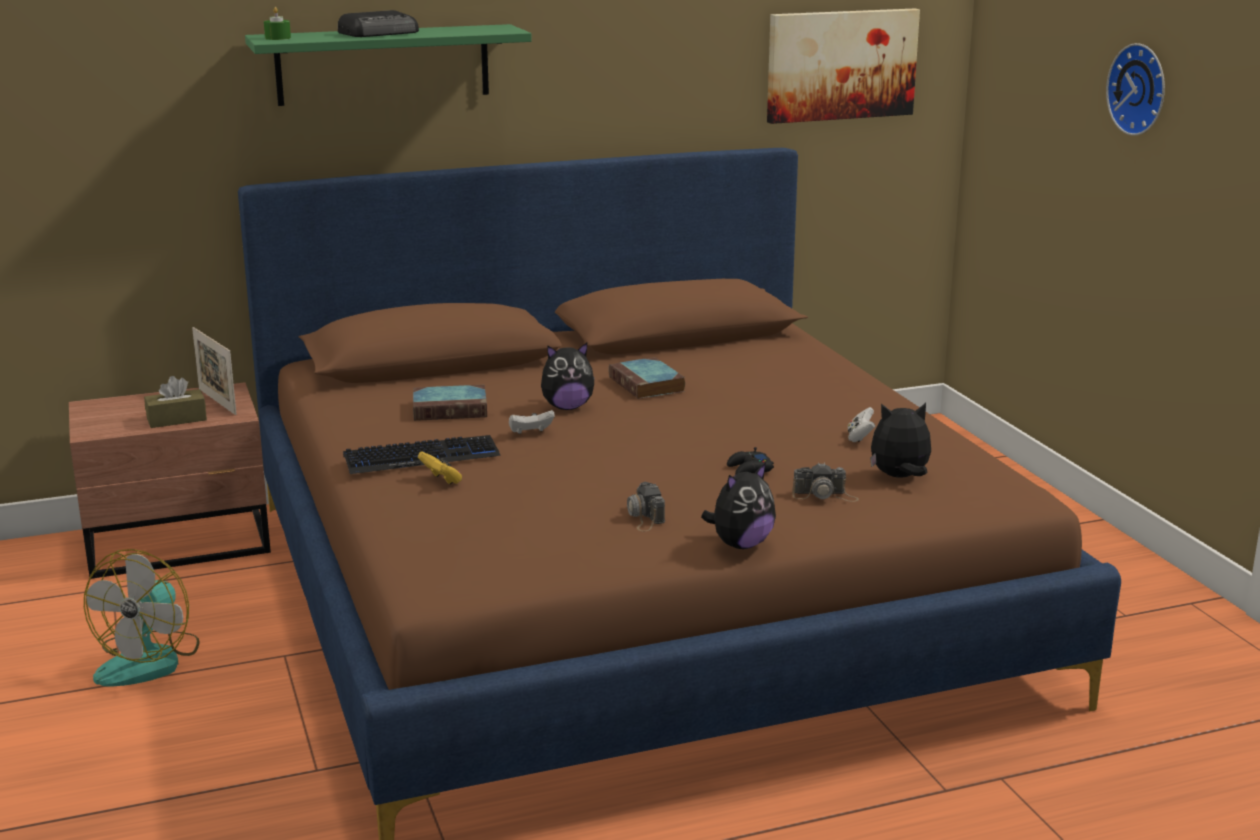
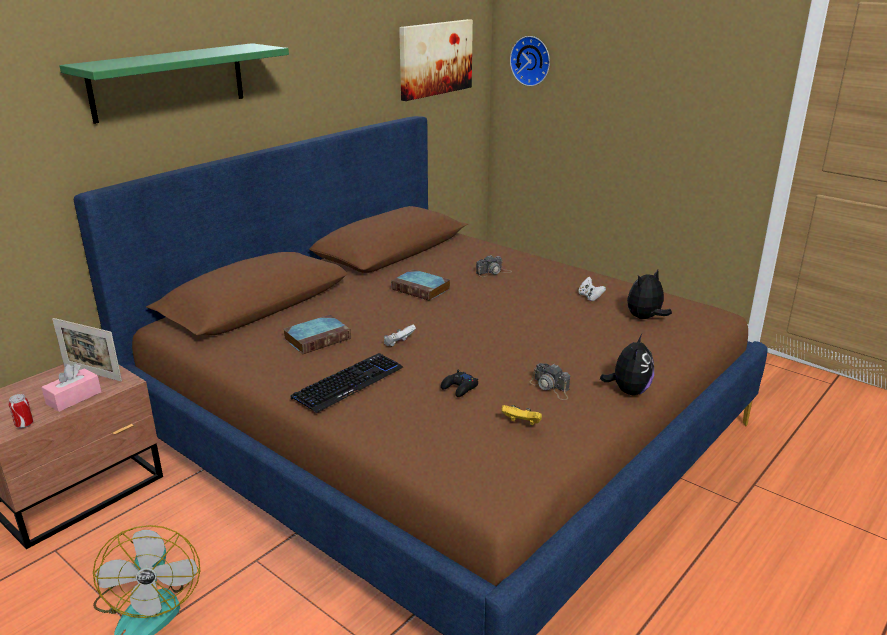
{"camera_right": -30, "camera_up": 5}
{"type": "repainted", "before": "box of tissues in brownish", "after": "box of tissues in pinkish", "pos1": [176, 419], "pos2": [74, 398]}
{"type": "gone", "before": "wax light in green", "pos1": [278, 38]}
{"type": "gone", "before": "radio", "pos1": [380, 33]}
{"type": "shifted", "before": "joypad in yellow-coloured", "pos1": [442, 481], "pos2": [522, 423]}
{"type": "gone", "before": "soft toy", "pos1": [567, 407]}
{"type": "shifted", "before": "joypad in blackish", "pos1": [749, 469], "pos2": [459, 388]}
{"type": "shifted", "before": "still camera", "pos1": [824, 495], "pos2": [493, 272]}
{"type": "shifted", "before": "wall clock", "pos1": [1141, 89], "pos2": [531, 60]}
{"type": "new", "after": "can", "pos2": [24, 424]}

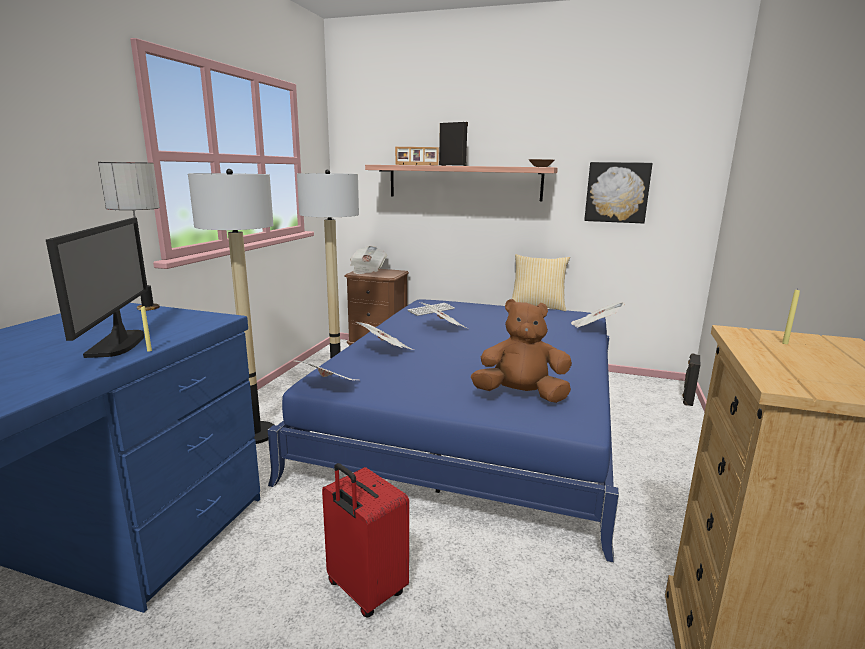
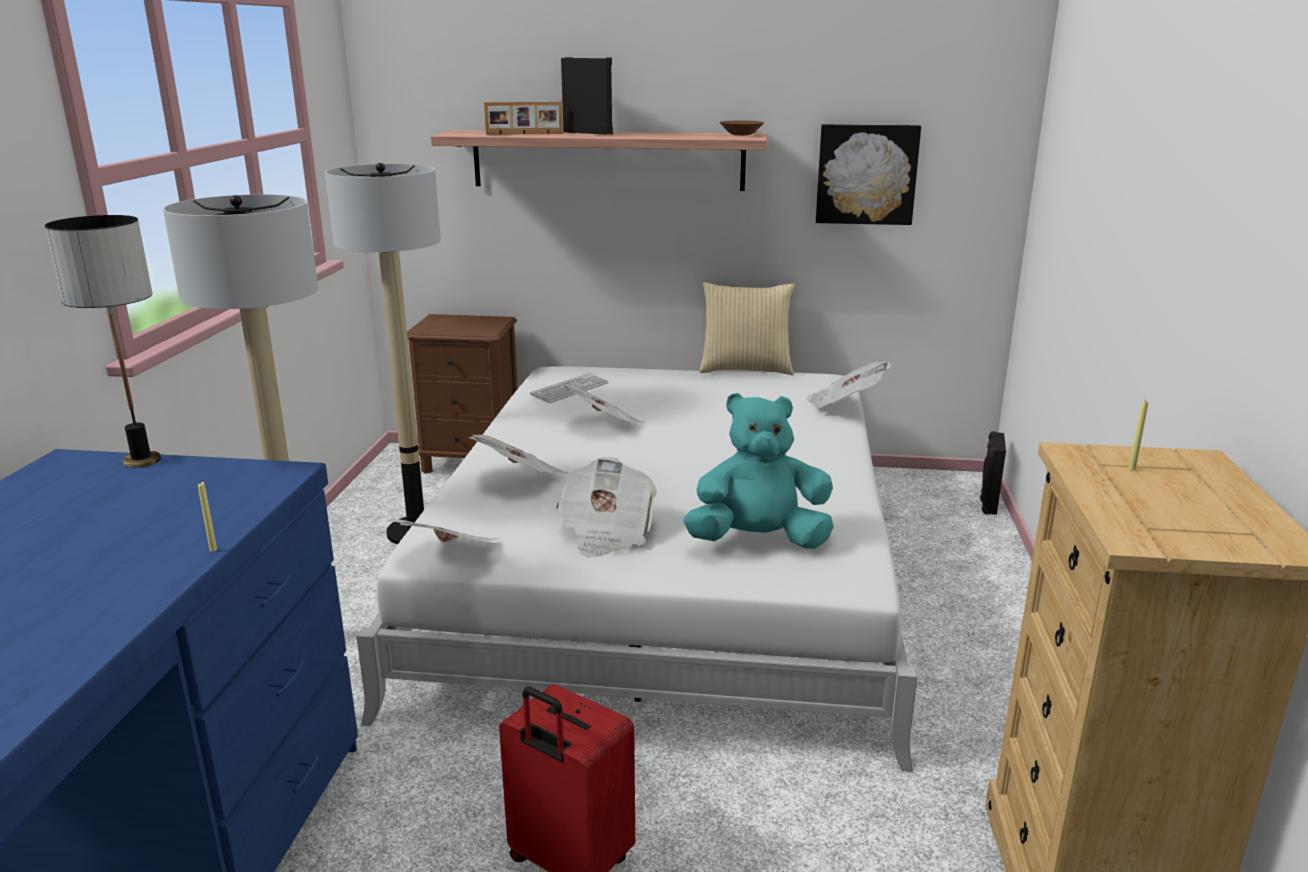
{"camera_right": -10, "camera_up": 5}
{"type": "gone", "before": "computer display", "pos1": [119, 344]}
{"type": "repainted", "before": "sleeping bed in blue-coloured", "after": "sleeping bed in whitish", "pos1": [475, 416], "pos2": [668, 567]}
{"type": "shifted", "before": "newspaper", "pos1": [367, 270], "pos2": [606, 533]}
{"type": "repainted", "before": "soft toy in brownish", "after": "soft toy in turquoise", "pos1": [521, 395], "pos2": [758, 540]}

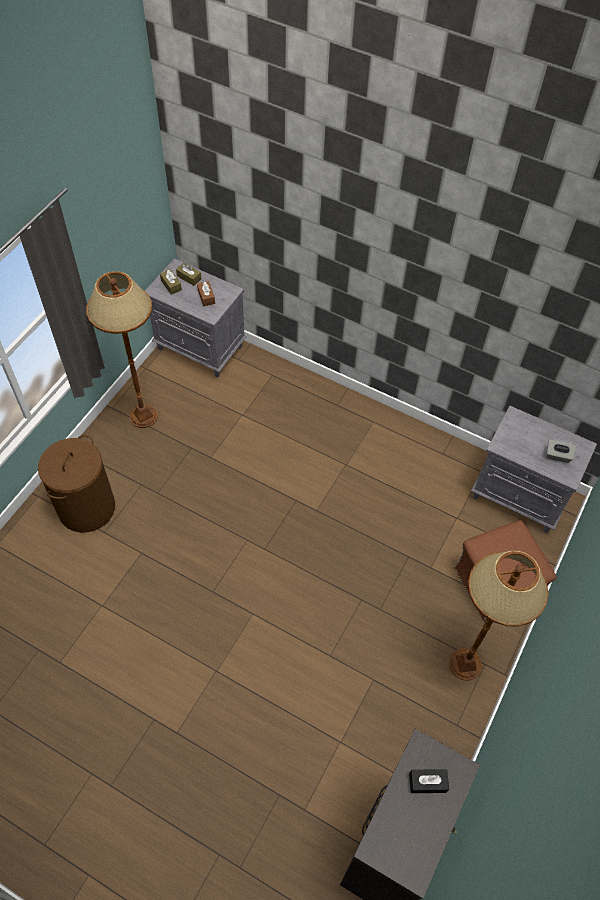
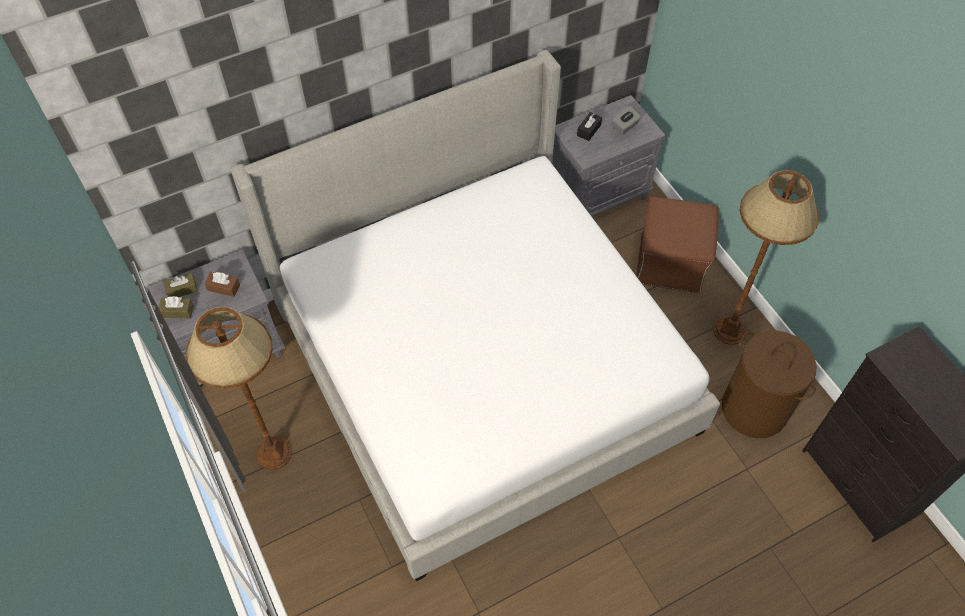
{"camera_right": -55, "camera_up": 0}
{"type": "shifted", "before": "washing basket in brownish", "pos1": [86, 507], "pos2": [753, 409]}
{"type": "shifted", "before": "box of tissues in blackish", "pos1": [427, 783], "pos2": [589, 130]}
{"type": "new", "after": "sleeping bed", "pos2": [482, 365]}

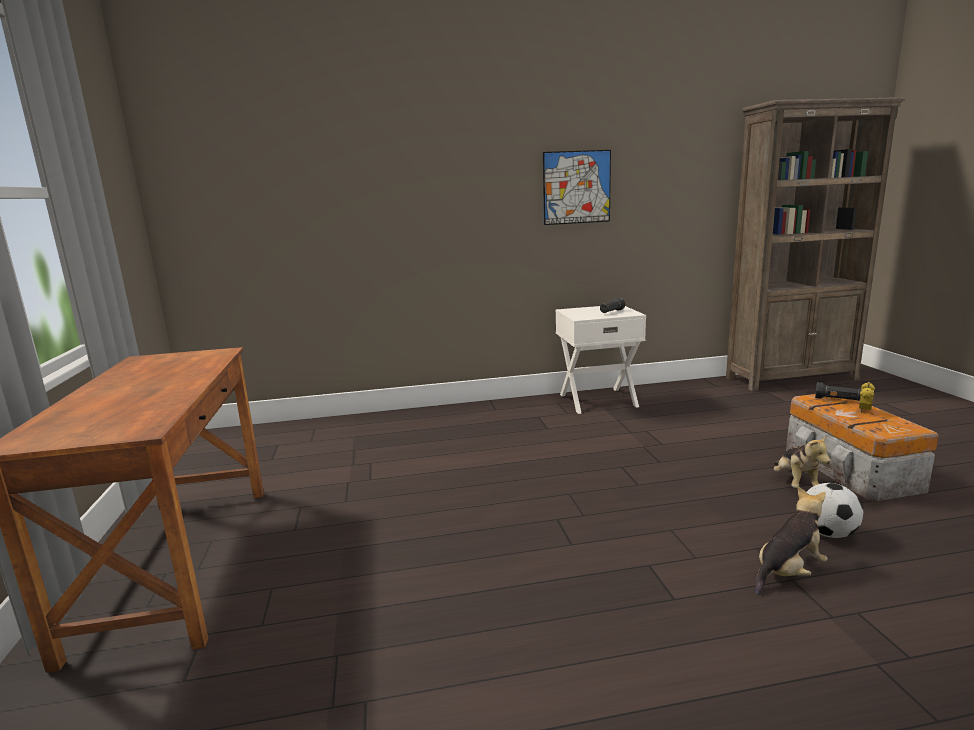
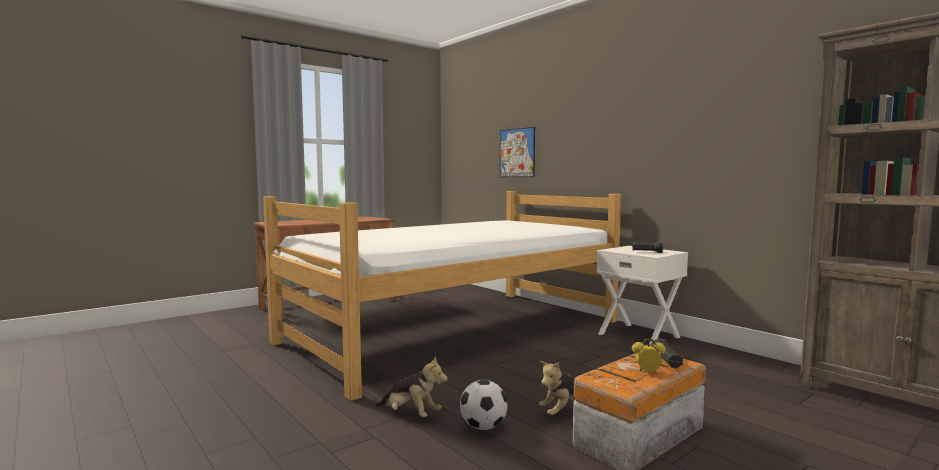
{"camera_right": 60, "camera_up": -10}
{"type": "shifted", "before": "wall picture", "pos1": [576, 187], "pos2": [517, 153]}
{"type": "new", "after": "sleeping bed", "pos2": [456, 331]}

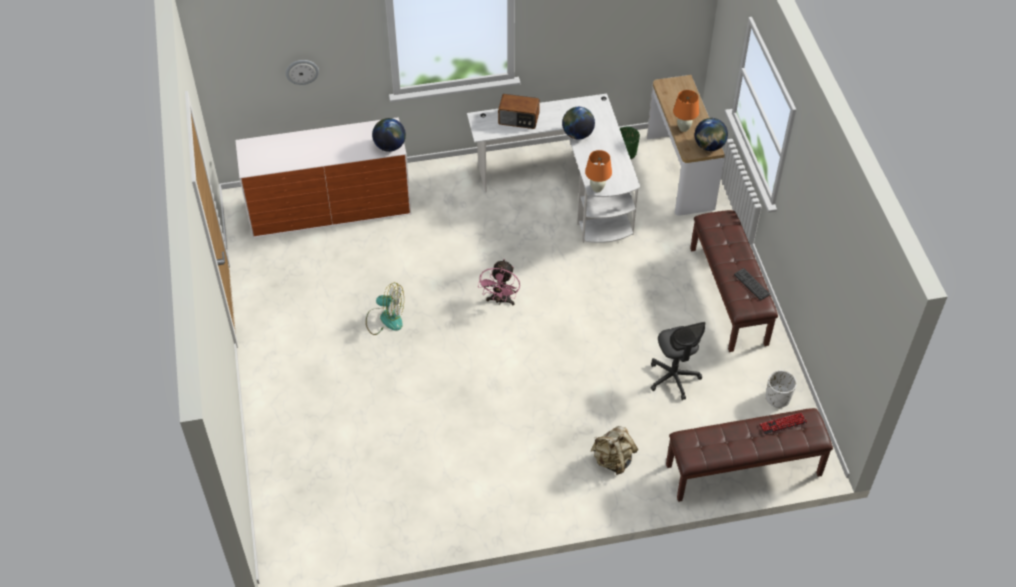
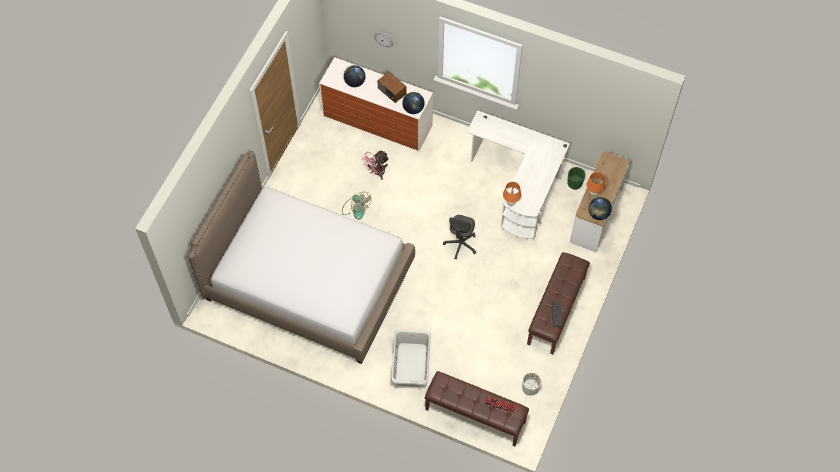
{"camera_right": 35, "camera_up": 10}
{"type": "shifted", "before": "cooling fan in pinkish", "pos1": [500, 300], "pos2": [377, 173]}
{"type": "shifted", "before": "radio", "pos1": [518, 119], "pos2": [391, 92]}
{"type": "shifted", "before": "desk globe", "pos1": [577, 134], "pos2": [355, 82]}
{"type": "swapped", "before": "knapsack in beige-coloured", "after": "washing basket in gray", "pos1": [613, 460], "pos2": [410, 365]}
{"type": "shifted", "before": "office chair in gray", "pos1": [673, 378], "pos2": [460, 245]}
{"type": "new", "after": "sleeping bed", "pos2": [309, 280]}

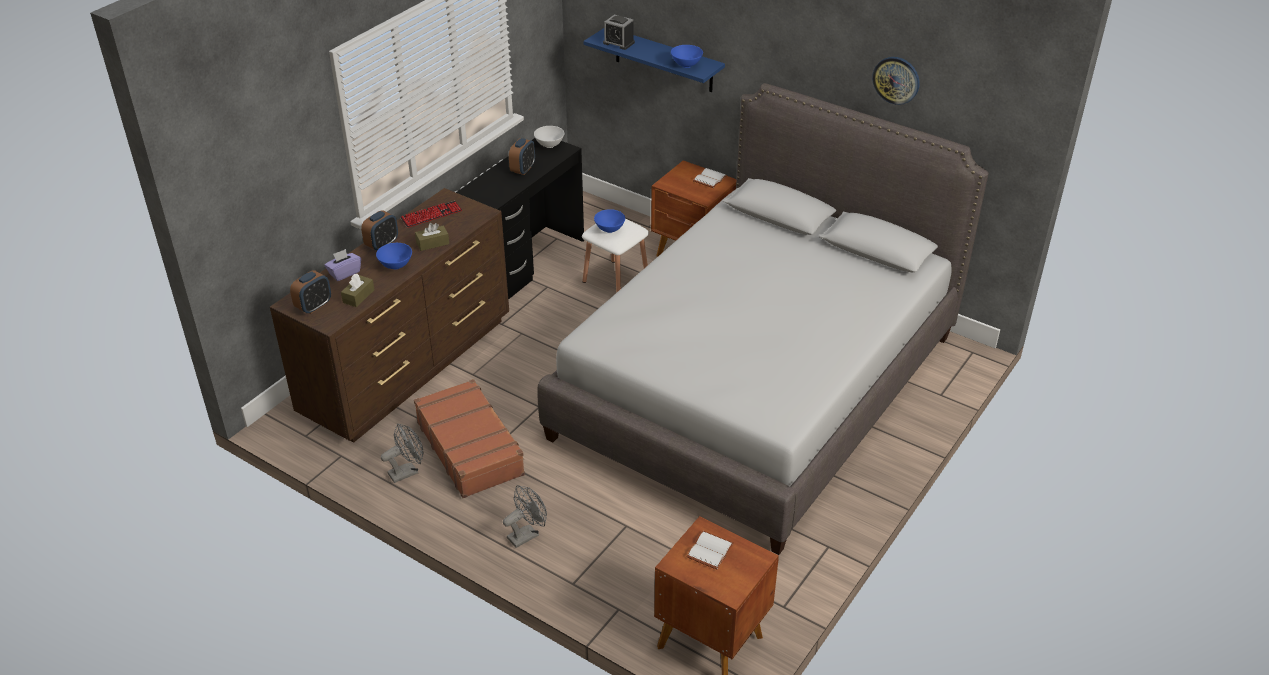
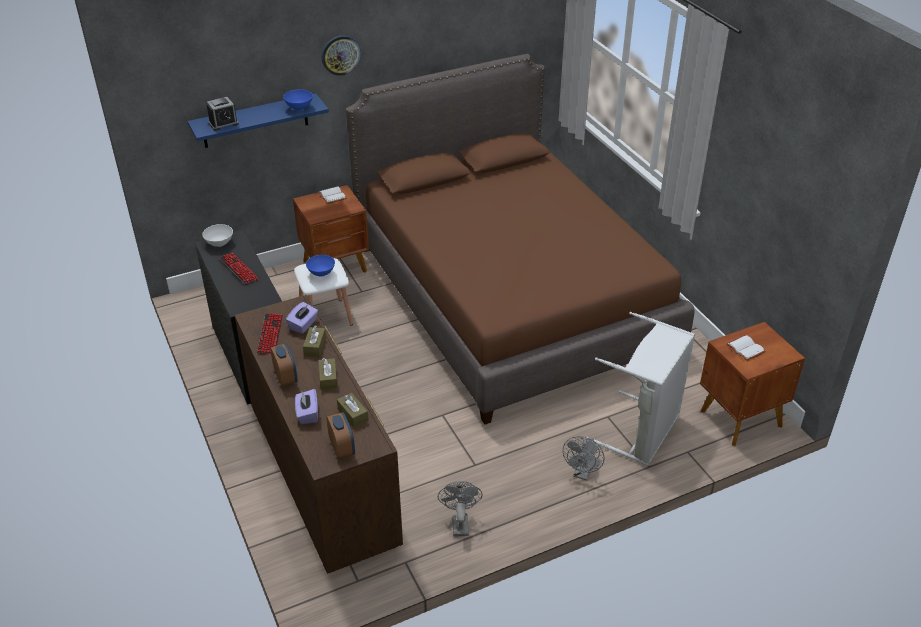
{"camera_right": -60, "camera_up": 0}
{"type": "swapped", "before": "deep dish in blue-coloured", "after": "box of tissues in brownish", "pos1": [395, 266], "pos2": [328, 379]}
{"type": "gone", "before": "suitcase in brownish", "pos1": [470, 448]}
{"type": "rotated", "before": "cooling fan in gray", "pos1": [527, 534], "pos2": [582, 473], "turn": -150}
{"type": "swapped", "before": "table clock", "after": "computer keyboard", "pos1": [523, 169], "pos2": [239, 269]}
{"type": "repainted", "before": "sleeping bed in gray", "after": "sleeping bed in brownish", "pos1": [757, 386], "pos2": [510, 297]}
{"type": "shifted", "before": "wall clock", "pos1": [896, 80], "pos2": [340, 55]}
{"type": "new", "after": "box of tissues in purplish", "pos2": [303, 325]}
{"type": "new", "after": "washing basket in gray", "pos2": [643, 432]}

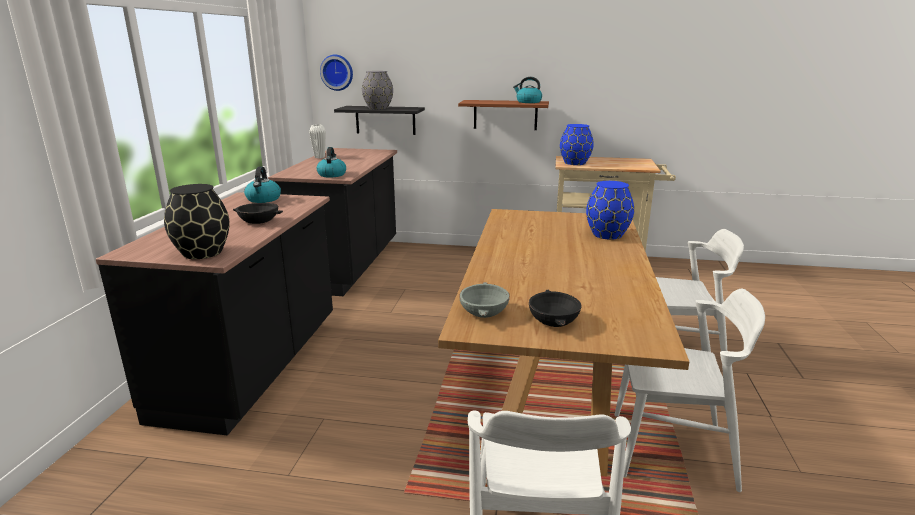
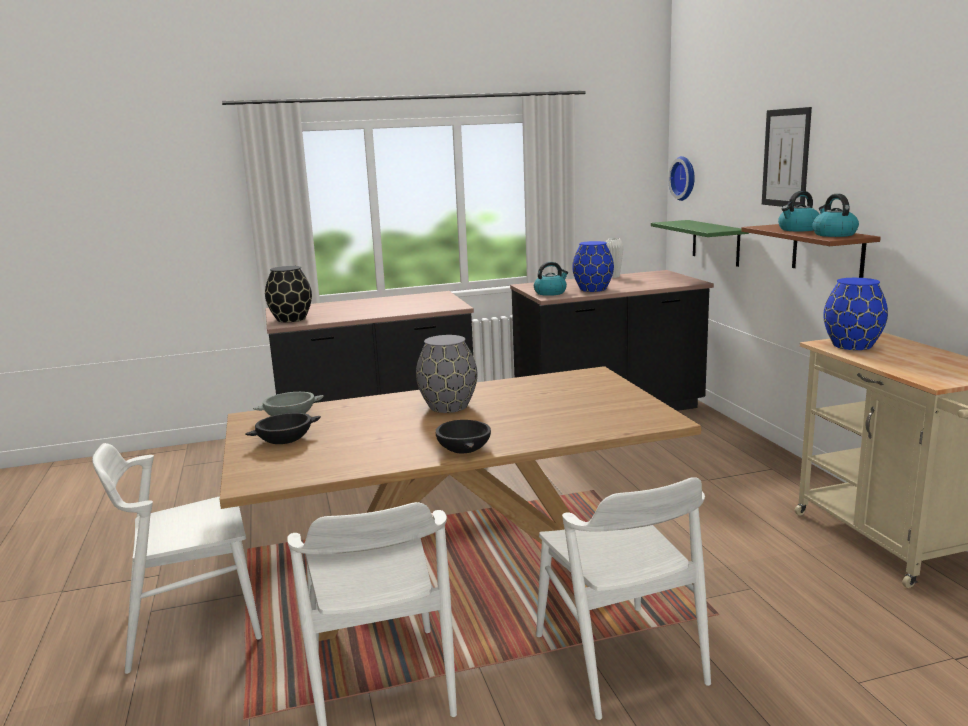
{"camera_right": 65, "camera_up": -5}
{"type": "shifted", "before": "deep dish in blackish", "pos1": [258, 221], "pos2": [463, 448]}
{"type": "shifted", "before": "tea kettle", "pos1": [263, 199], "pos2": [798, 229]}
{"type": "repainted", "before": "bracket shelf in blackish", "after": "bracket shelf in green", "pos1": [385, 120], "pos2": [715, 242]}
{"type": "shifted", "before": "decorative vase in gray", "pos1": [378, 108], "pos2": [449, 406]}
{"type": "shifted", "before": "decorative vase in blue-coloured", "pos1": [607, 235], "pos2": [592, 289]}
{"type": "new", "after": "wall picture", "pos2": [786, 158]}

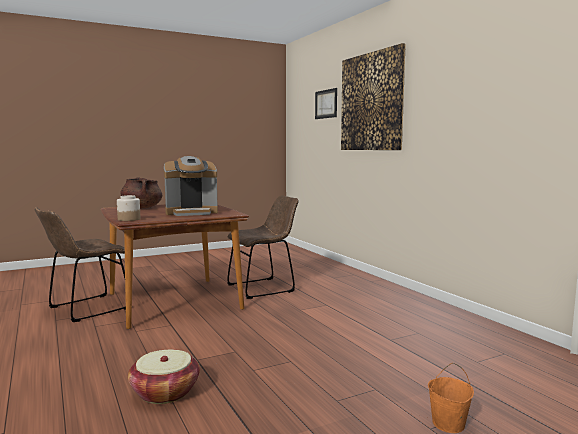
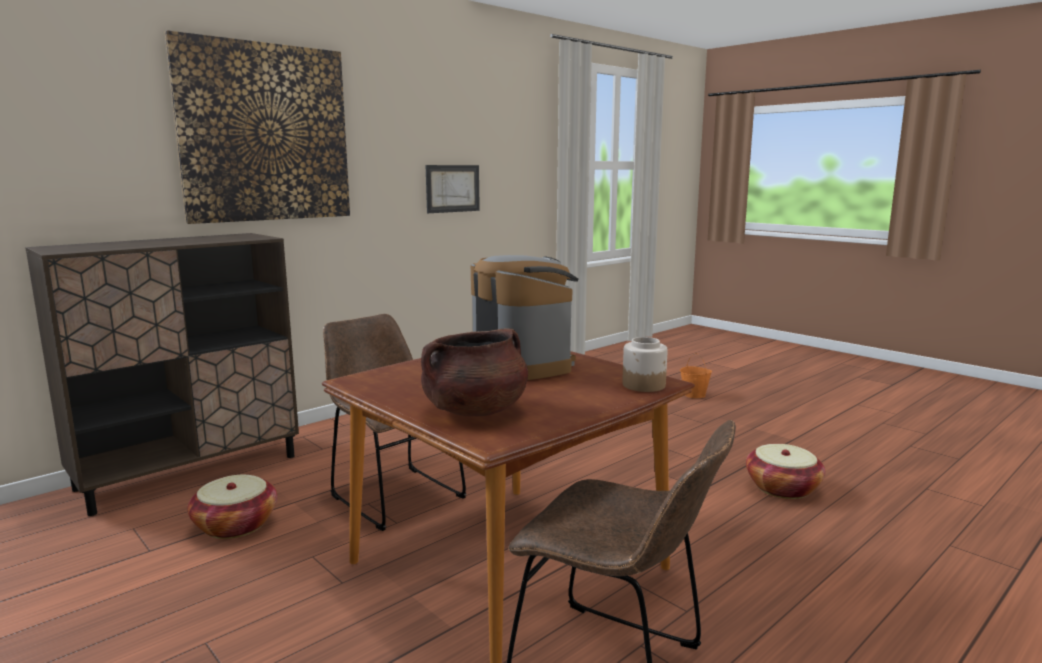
{"camera_right": -105, "camera_up": 5}
{"type": "shifted", "before": "wall picture", "pos1": [326, 104], "pos2": [452, 188]}
{"type": "new", "after": "cabinet in brownish", "pos2": [190, 472]}
{"type": "new", "after": "storage basket", "pos2": [235, 525]}

